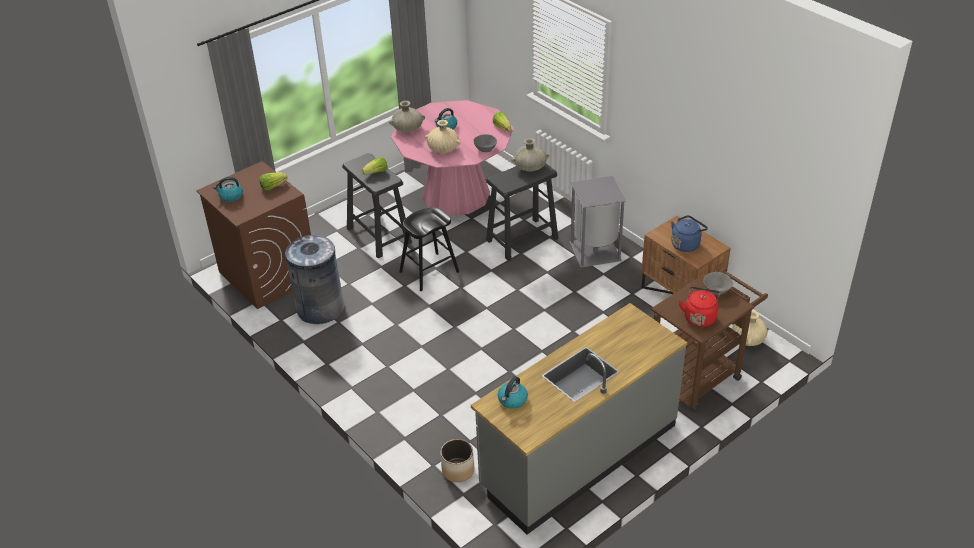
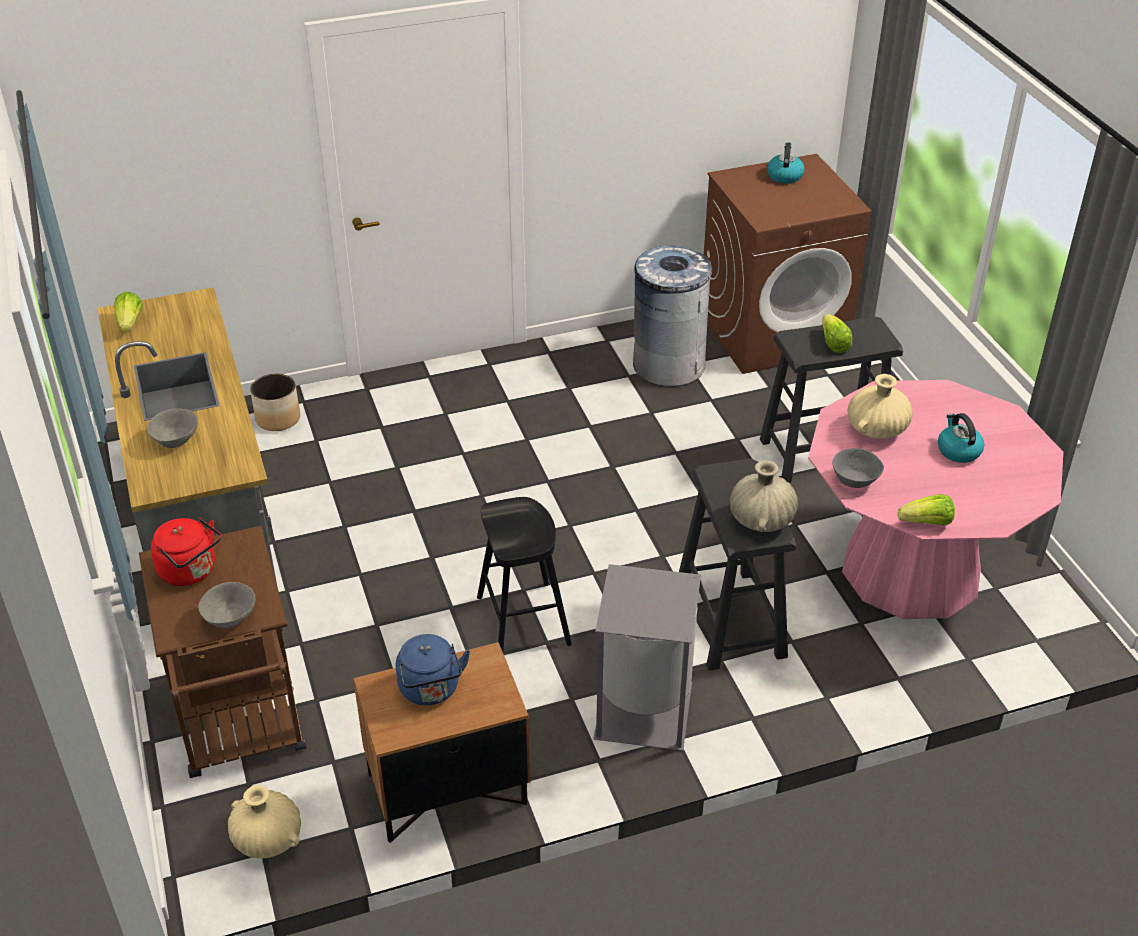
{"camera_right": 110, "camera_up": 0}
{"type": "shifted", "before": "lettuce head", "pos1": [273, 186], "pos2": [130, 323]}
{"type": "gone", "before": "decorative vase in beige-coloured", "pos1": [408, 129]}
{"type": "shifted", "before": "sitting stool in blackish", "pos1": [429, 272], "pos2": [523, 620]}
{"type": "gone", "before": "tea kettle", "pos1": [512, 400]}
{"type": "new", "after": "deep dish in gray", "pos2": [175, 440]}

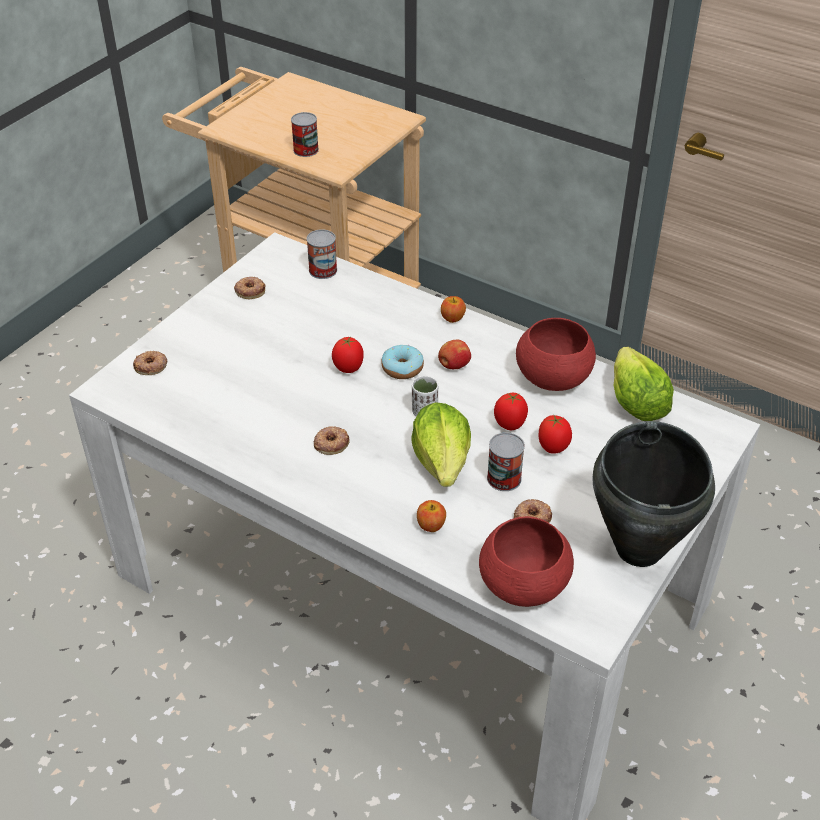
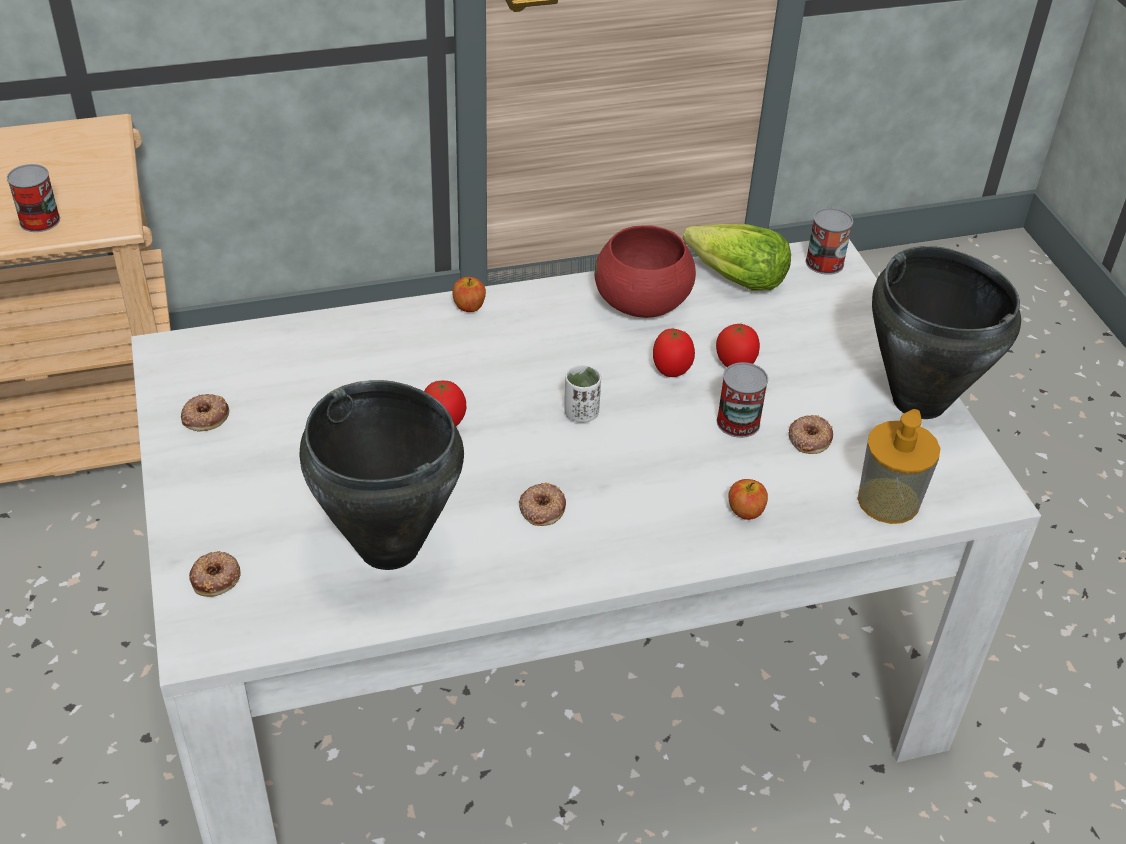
{"camera_right": -50, "camera_up": 0}
{"type": "shifted", "before": "can", "pos1": [323, 270], "pos2": [824, 262]}
{"type": "gone", "before": "donut", "pos1": [402, 368]}
{"type": "gone", "before": "lettuce head", "pos1": [442, 462]}
{"type": "gone", "before": "whole apple", "pos1": [453, 365]}
{"type": "swapped", "before": "deep dish in reddish", "after": "soap bottle", "pos1": [522, 584], "pos2": [888, 501]}
{"type": "new", "after": "stockpot in blackish", "pos2": [388, 548]}

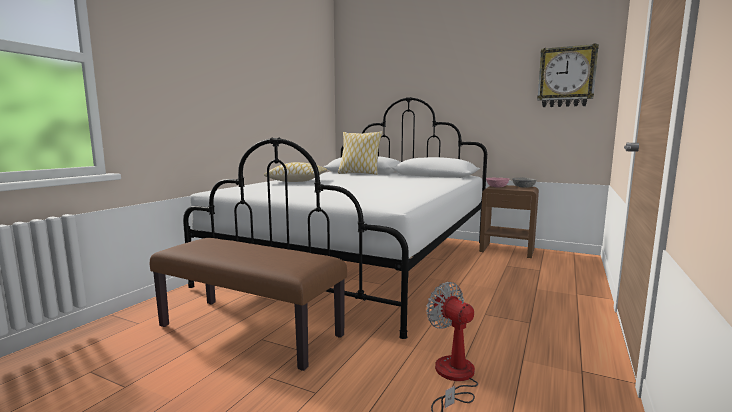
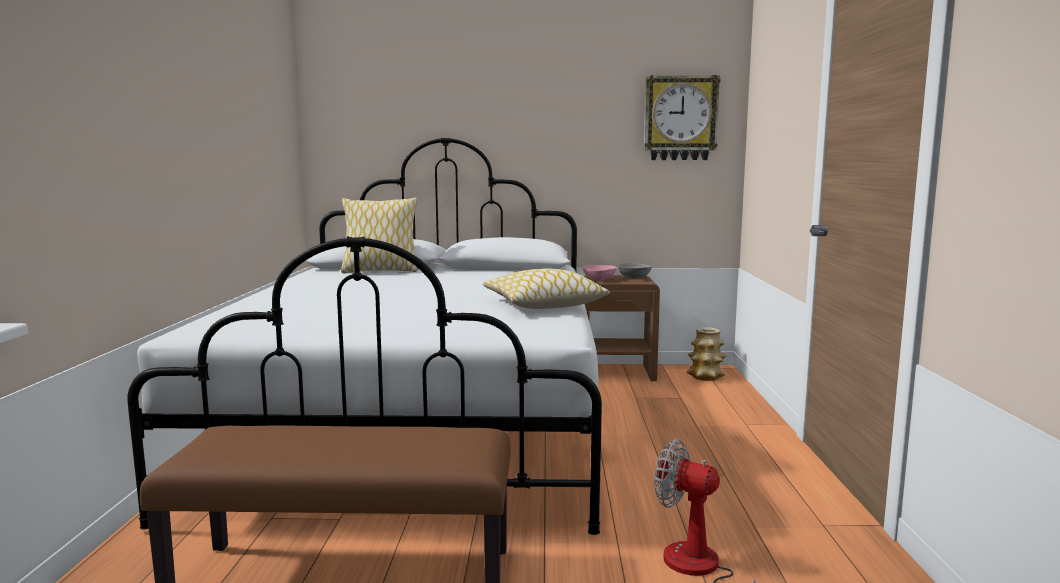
{"camera_right": -25, "camera_up": 0}
{"type": "shifted", "before": "throw pillow", "pos1": [297, 181], "pos2": [543, 304]}
{"type": "new", "after": "decorative vase", "pos2": [705, 377]}

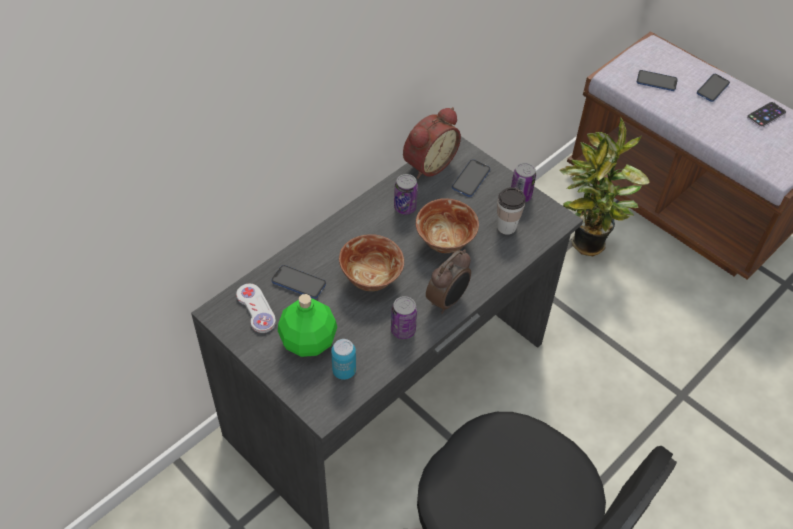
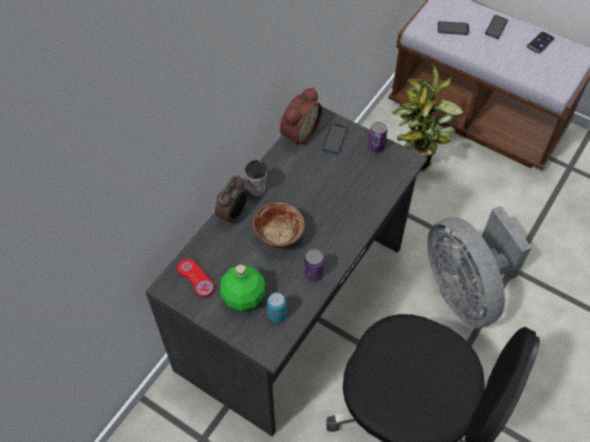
{"camera_right": -10, "camera_up": 5}
{"type": "repainted", "before": "joypad in whitish", "after": "joypad in reddish", "pos1": [256, 309], "pos2": [196, 278]}
{"type": "gone", "before": "handset", "pos1": [298, 283]}
{"type": "gone", "before": "can", "pos1": [405, 207]}
{"type": "gone", "before": "deep dish", "pos1": [445, 242]}
{"type": "shifted", "before": "table clock", "pos1": [447, 301], "pos2": [233, 214]}
{"type": "shifted", "before": "drinking cup", "pos1": [506, 227], "pos2": [257, 190]}
{"type": "new", "after": "cooling fan in gray", "pos2": [464, 290]}

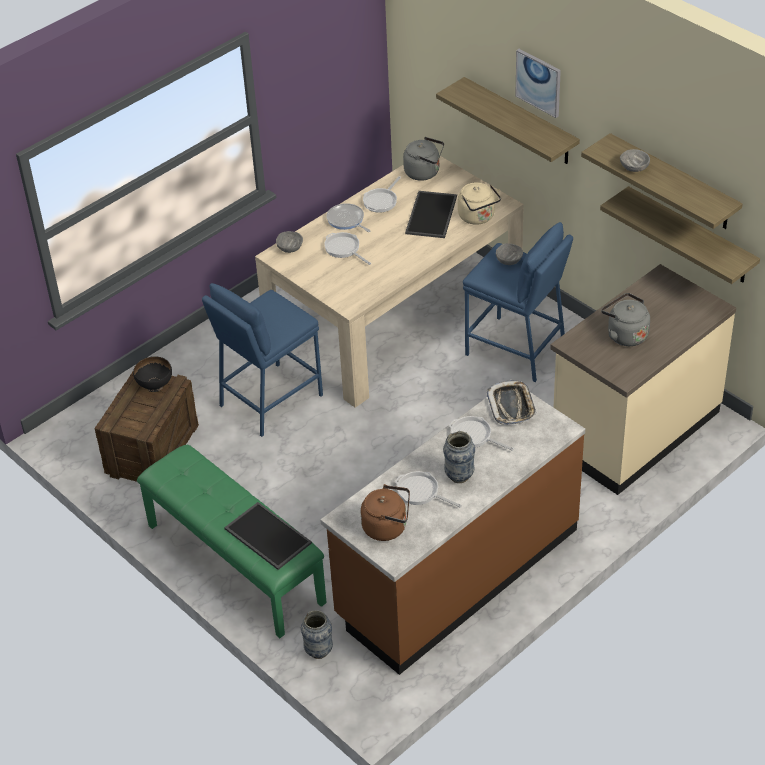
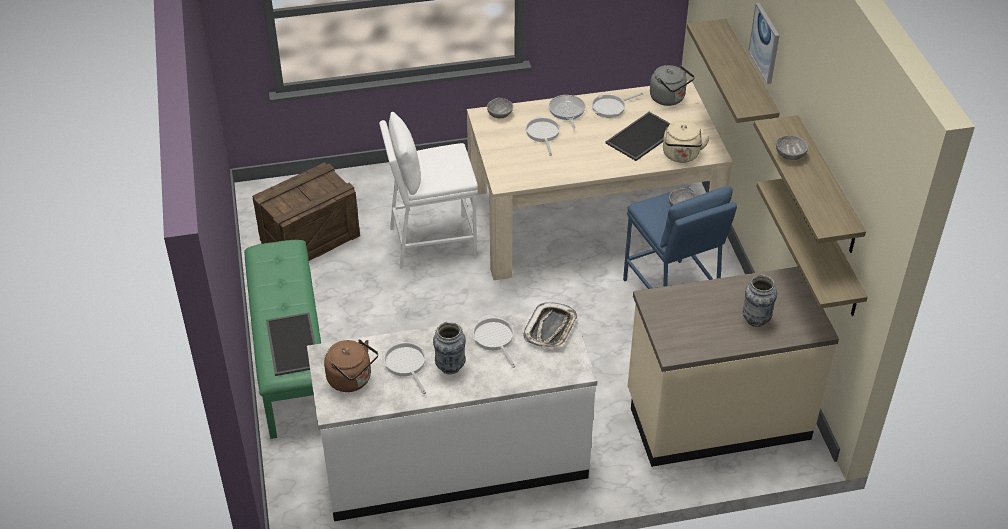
{"camera_right": 30, "camera_up": 0}
{"type": "gone", "before": "deep dish in blackish", "pos1": [155, 386]}
{"type": "repainted", "before": "sitting stool in blue-coloured", "after": "sitting stool in whitish", "pos1": [270, 400], "pos2": [432, 242]}
{"type": "shifted", "before": "decorative vase", "pos1": [318, 651], "pos2": [755, 320]}
{"type": "repainted", "before": "kitchen counter in brownish", "after": "kitchen counter in whitish", "pos1": [456, 573], "pos2": [454, 461]}
{"type": "gone", "before": "tea kettle in gray", "pos1": [625, 334]}

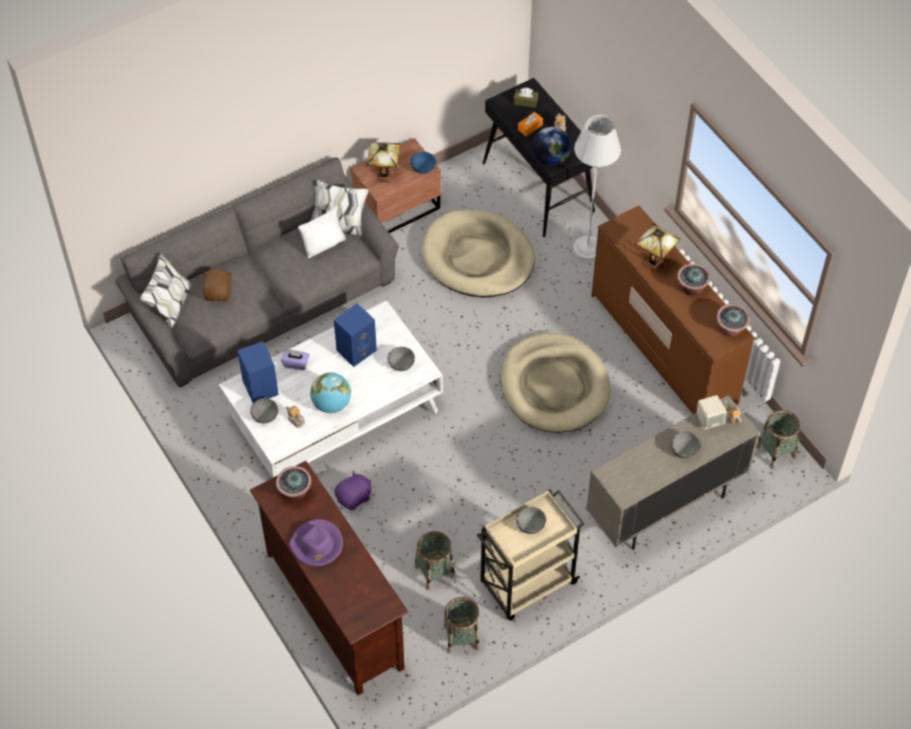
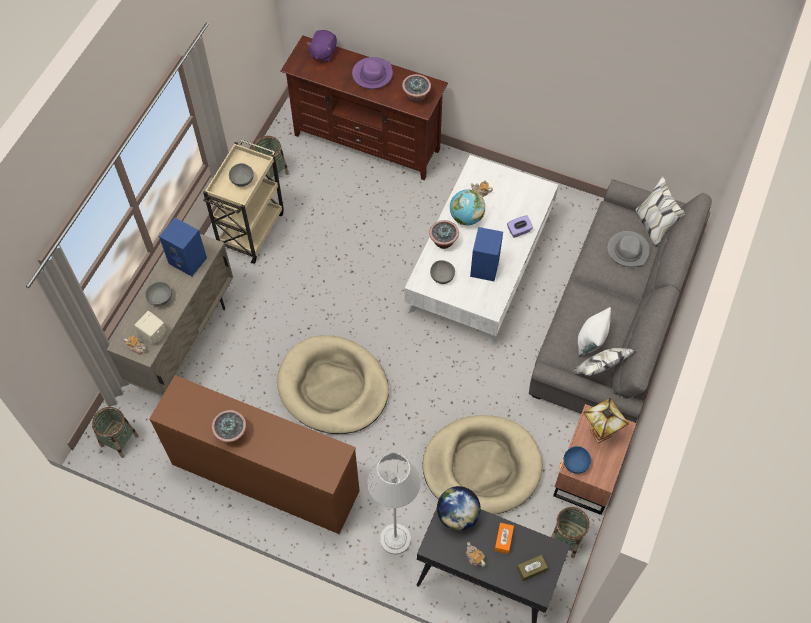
{"camera_right": 145, "camera_up": 5}
{"type": "swapped", "before": "soft toy in brownish", "after": "clothing hat in gray", "pos1": [218, 292], "pos2": [628, 250]}
{"type": "shifted", "before": "speaker in blue-coloured", "pos1": [259, 387], "pos2": [189, 260]}
{"type": "gone", "before": "deep dish in gray", "pos1": [264, 416]}
{"type": "shifted", "before": "soft toy in purplish", "pos1": [354, 497], "pos2": [323, 53]}
{"type": "shifted", "before": "storage basket", "pos1": [434, 572], "pos2": [566, 538]}
{"type": "gone", "before": "lamp for a table", "pos1": [655, 263]}
{"type": "shifted", "before": "potted plant", "pos1": [730, 329], "pos2": [443, 242]}

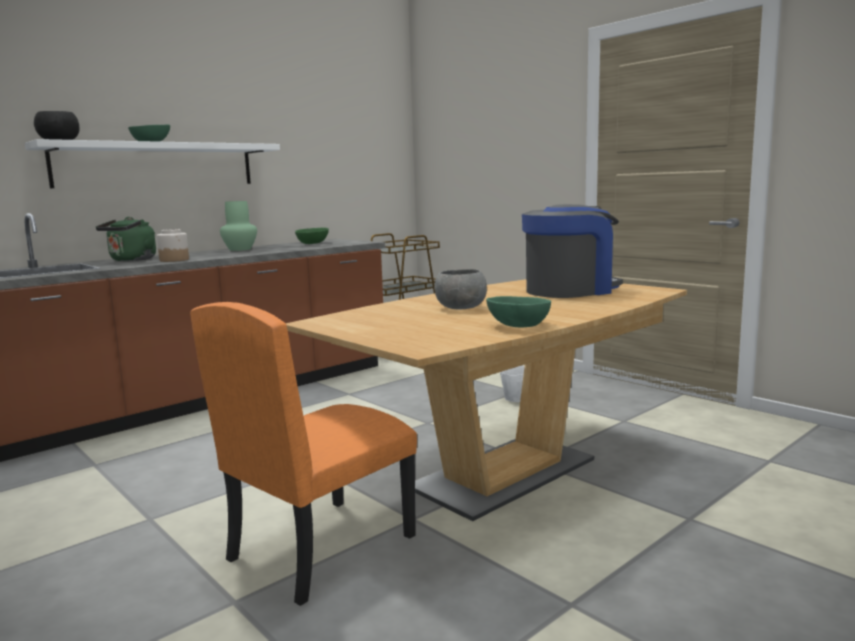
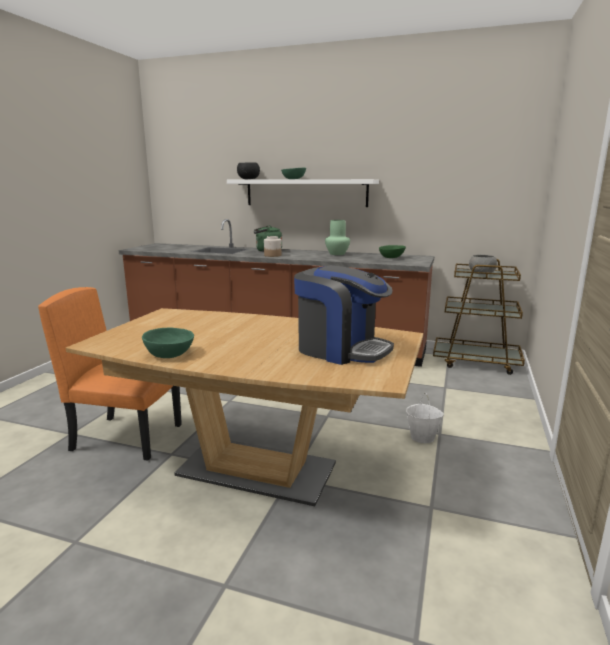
{"camera_right": 60, "camera_up": 5}
{"type": "shifted", "before": "deep dish in gray", "pos1": [461, 308], "pos2": [482, 274]}

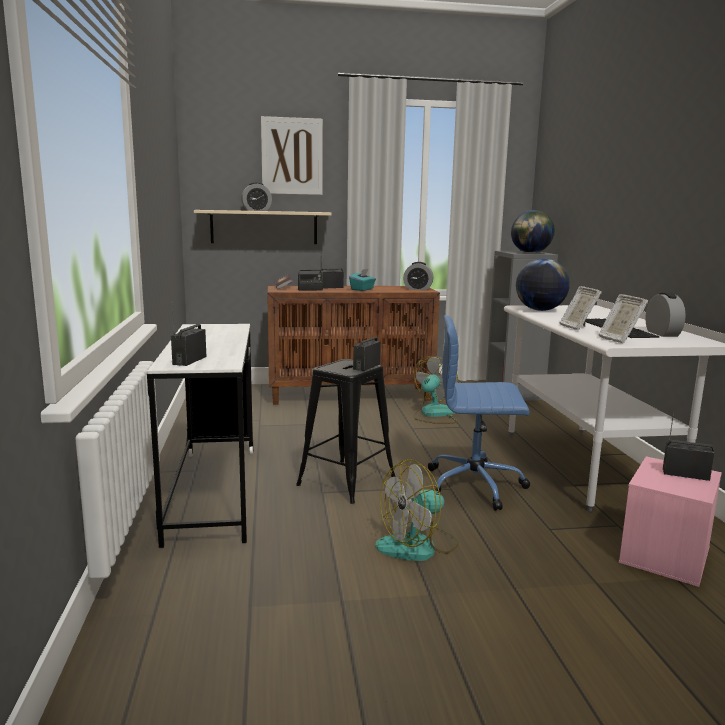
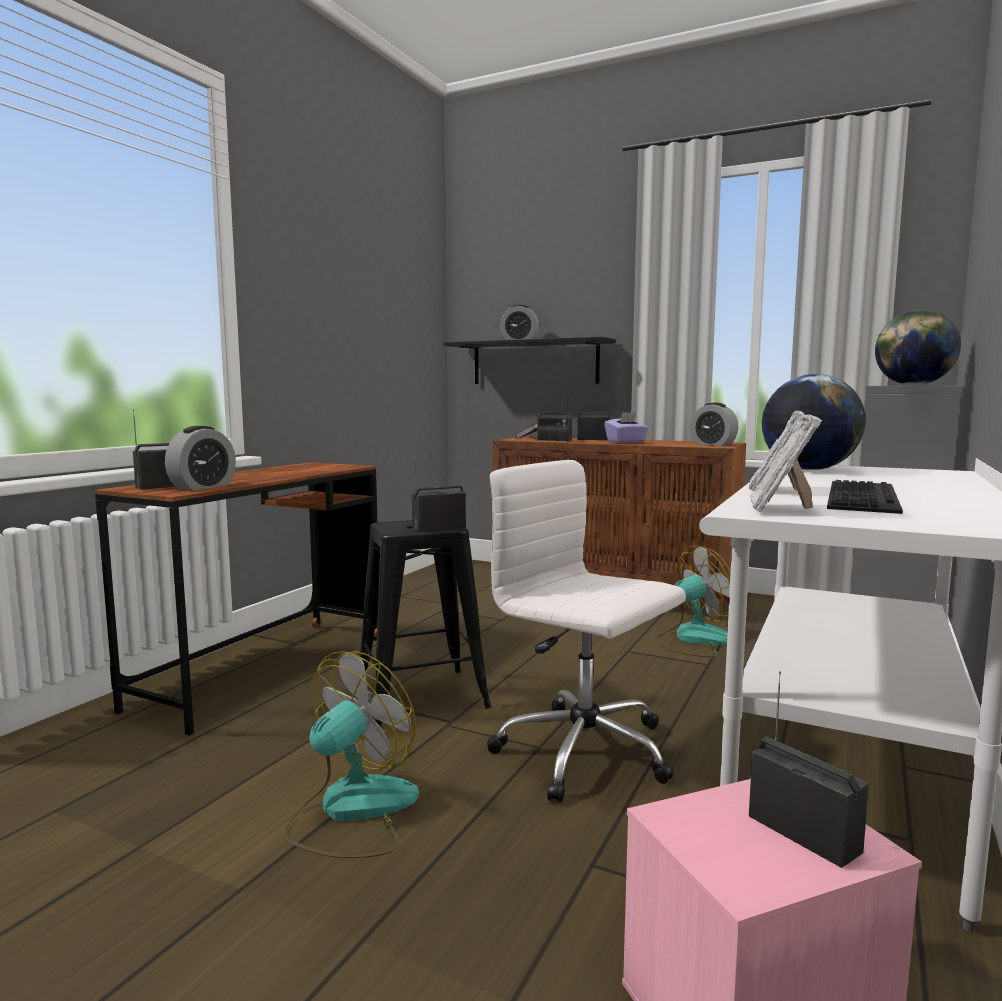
{"camera_right": 35, "camera_up": -5}
{"type": "repainted", "before": "desk table in whitish", "after": "desk table in brownish", "pos1": [213, 492], "pos2": [265, 670]}
{"type": "repainted", "before": "bracket shelf in beige-coloured", "after": "bracket shelf in blackish", "pos1": [264, 227], "pos2": [535, 362]}
{"type": "gone", "before": "wall picture", "pos1": [292, 156]}
{"type": "repainted", "before": "box of tissues in turquoise", "after": "box of tissues in purplish", "pos1": [362, 289], "pos2": [626, 442]}
{"type": "rotated", "before": "cooling fan", "pos1": [418, 546], "pos2": [352, 811], "turn": 120}
{"type": "repainted", "before": "office chair in blue-coloured", "after": "office chair in whitish", "pos1": [476, 485], "pos2": [587, 753]}
{"type": "shifted", "before": "table clock", "pos1": [662, 333], "pos2": [202, 487]}

